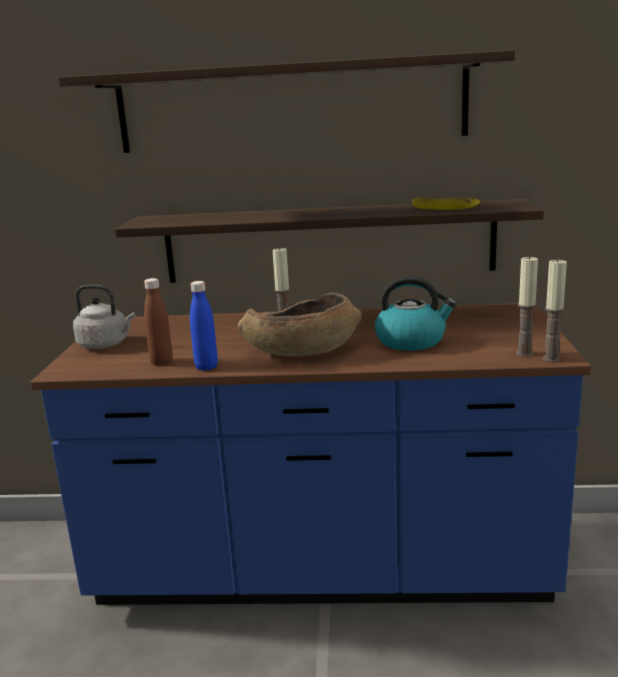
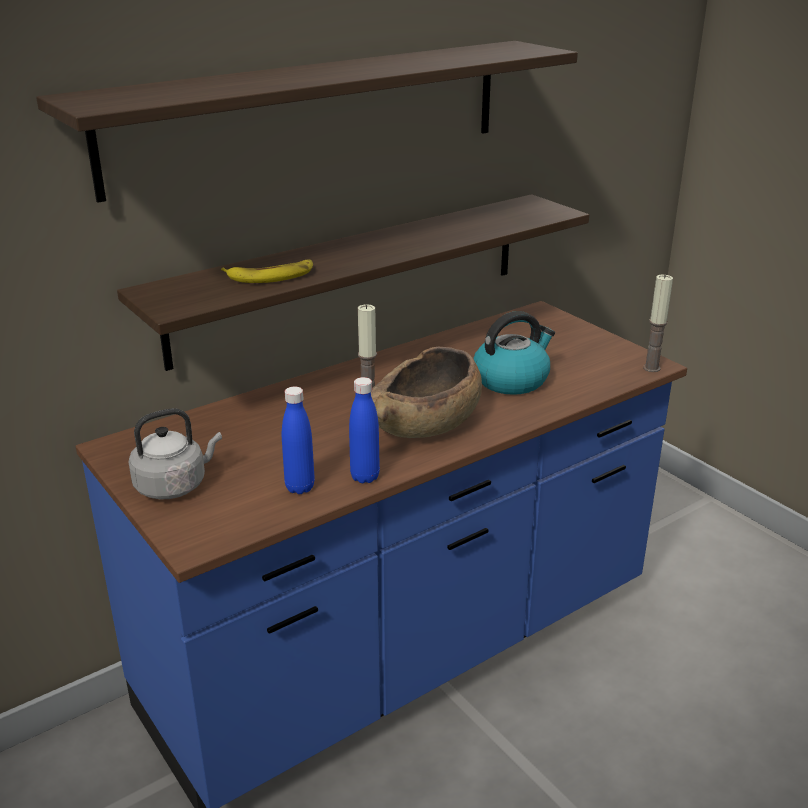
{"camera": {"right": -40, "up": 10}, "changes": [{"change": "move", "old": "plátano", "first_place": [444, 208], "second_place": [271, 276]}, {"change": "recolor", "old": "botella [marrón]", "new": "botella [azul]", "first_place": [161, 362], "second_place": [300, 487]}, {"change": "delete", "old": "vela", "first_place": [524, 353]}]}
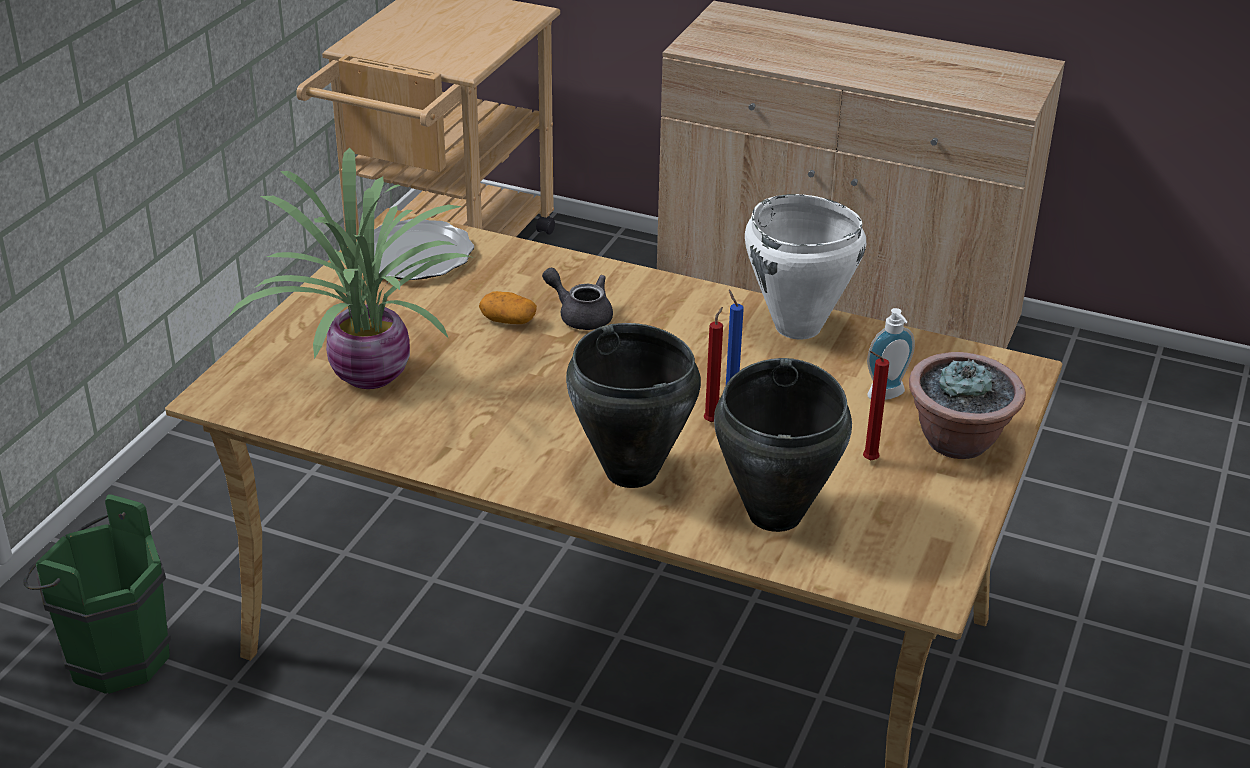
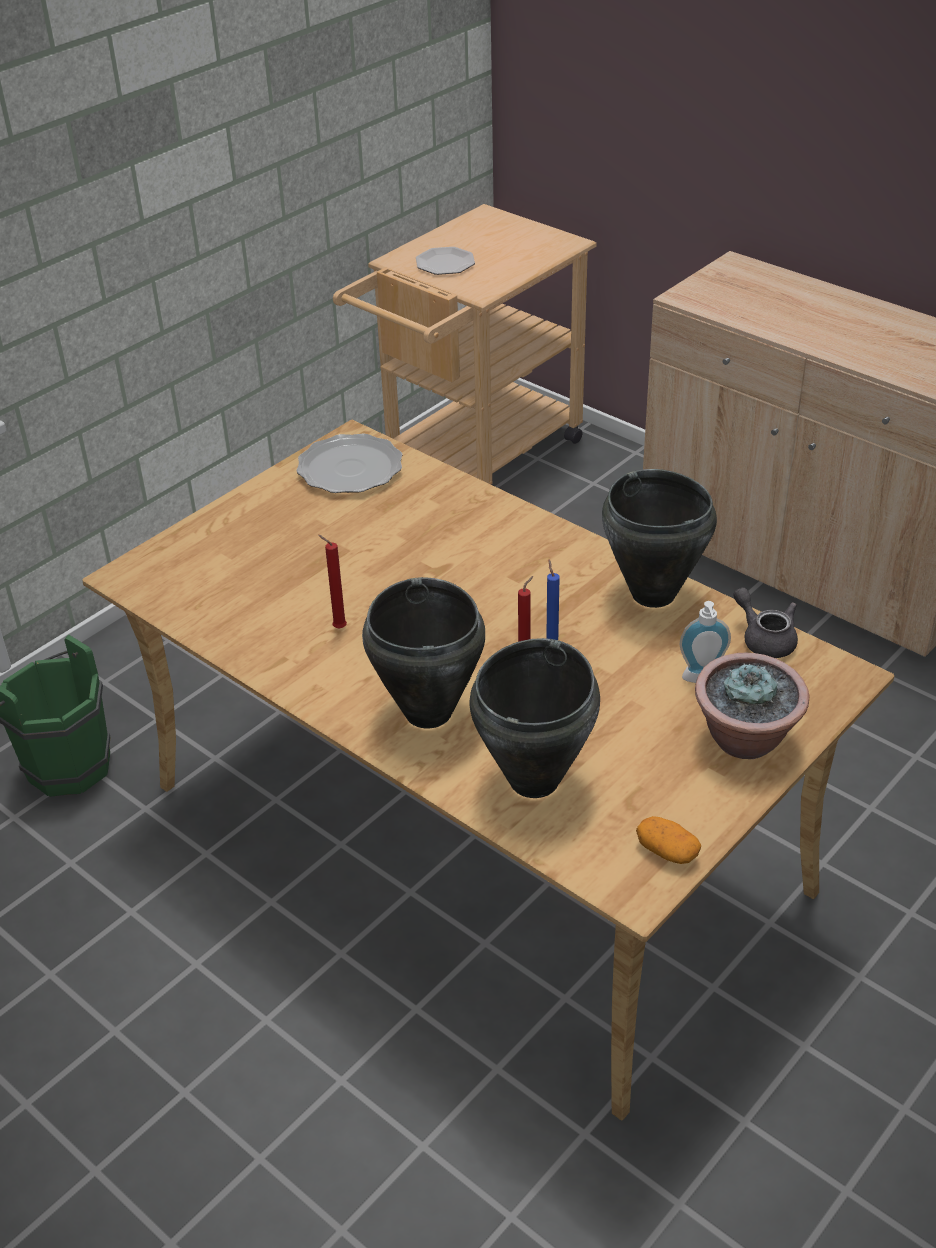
{"camera": {"right": 20, "up": 5}, "changes": [{"change": "move", "old": "vela [rojo]", "first_place": [867, 460], "second_place": [337, 628]}, {"change": "insert", "new": "plato", "second_place": [445, 264]}, {"change": "recolor", "old": "olla [blanco]", "new": "olla [negro]", "first_place": [797, 328], "second_place": [653, 595]}, {"change": "move", "old": "patata", "first_place": [508, 321], "second_place": [667, 851]}, {"change": "move", "old": "tetera [gris]", "first_place": [580, 315], "second_place": [765, 639]}, {"change": "delete", "old": "planta en maceta", "first_place": [370, 372]}]}
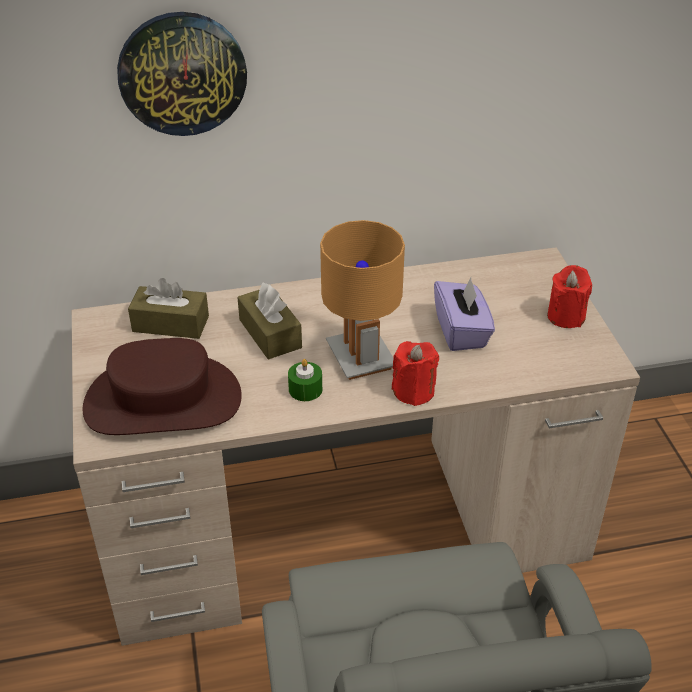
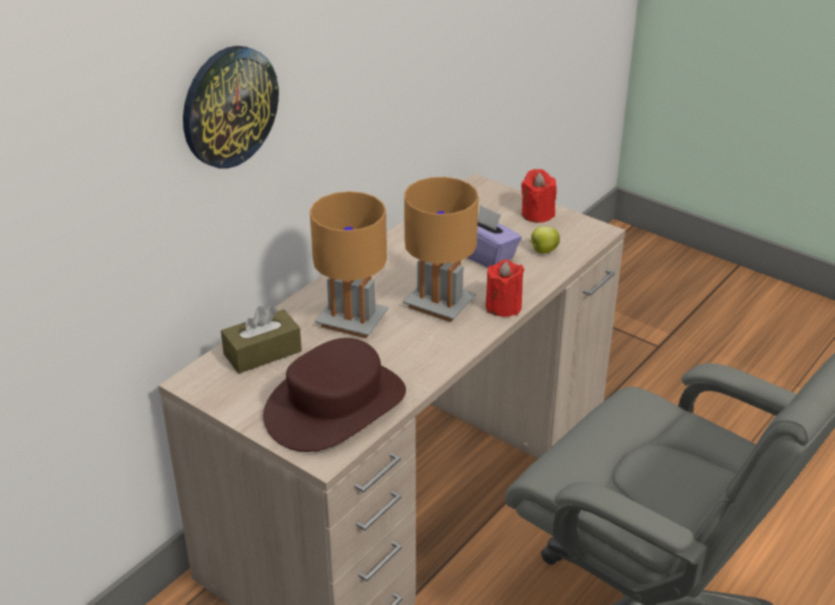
{"camera": {"right": -40, "up": -5}, "changes": [{"change": "replace", "old": "caja de pañuelos [marrón]", "new": "lámpara de mesa [marrón]", "first_place": [270, 333], "second_place": [352, 321]}, {"change": "insert", "new": "manzana", "second_place": [543, 251]}, {"change": "delete", "old": "vela [verde]", "first_place": [305, 389]}]}
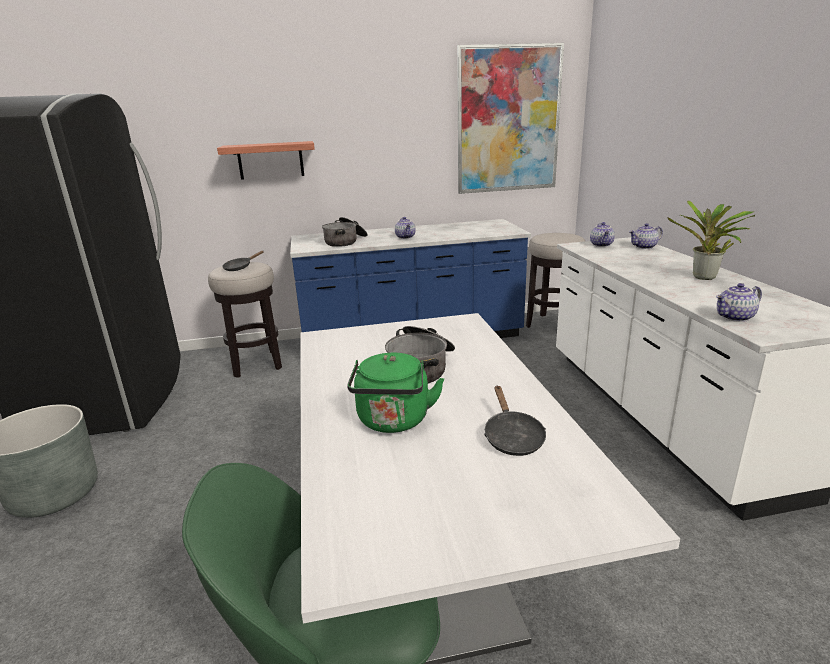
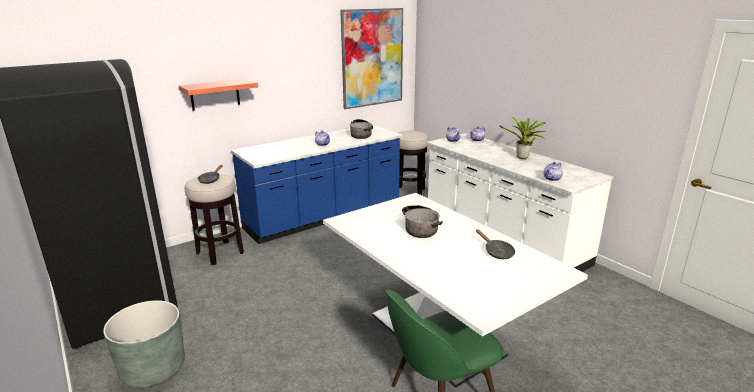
{"camera": {"right": -25, "up": 0}, "changes": [{"change": "move", "old": "olla", "first_place": [345, 241], "second_place": [361, 135]}, {"change": "delete", "old": "hervidor [verde]", "first_place": [393, 422]}]}
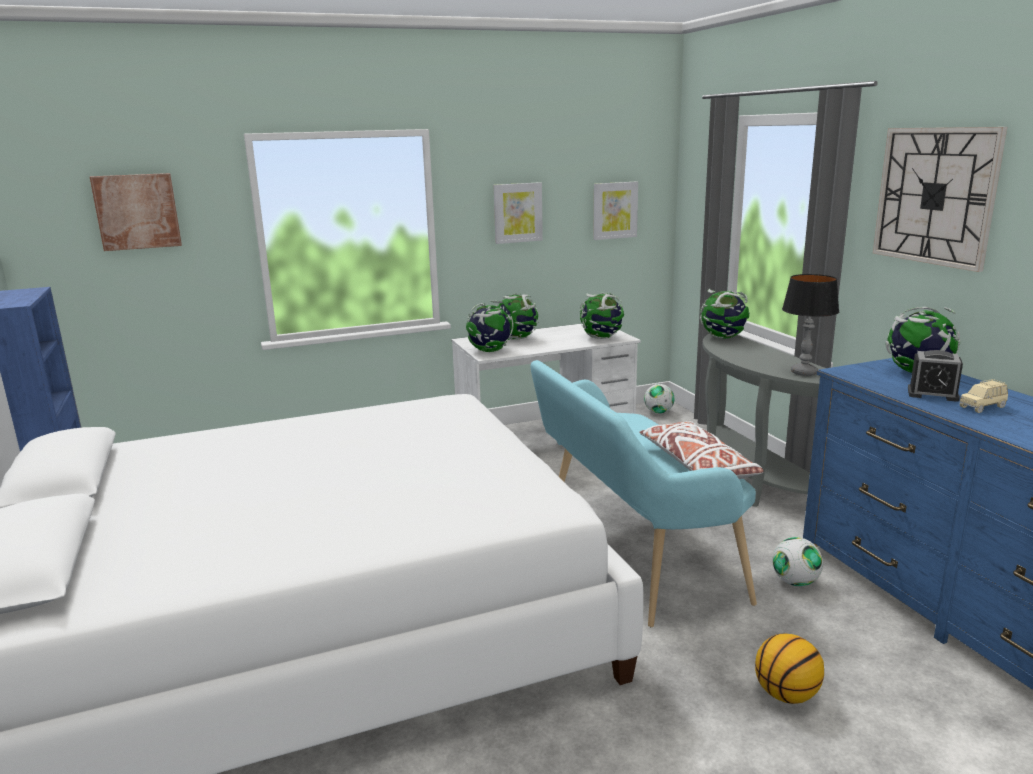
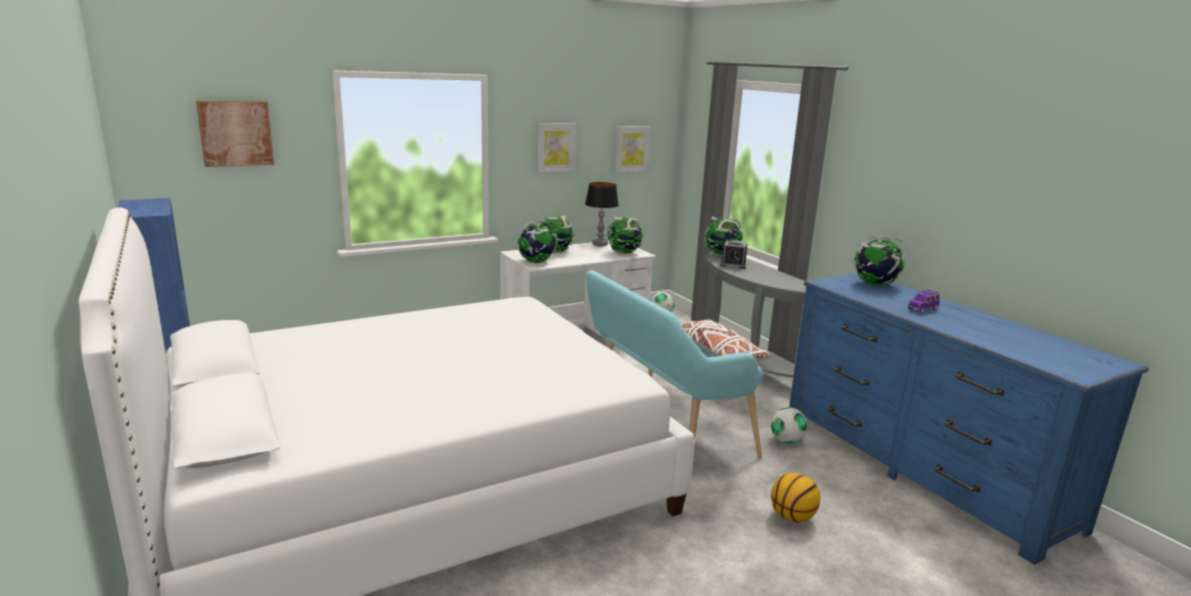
{"camera": {"right": -10, "up": 0}, "changes": [{"change": "move", "old": "lámpara de mesa", "first_place": [803, 372], "second_place": [600, 244]}, {"change": "move", "old": "despertador", "first_place": [932, 394], "second_place": [733, 265]}, {"change": "recolor", "old": "coche de juguete [beis]", "new": "coche de juguete [morado]", "first_place": [982, 407], "second_place": [923, 309]}, {"change": "delete", "old": "reloj de pared", "first_place": [935, 196]}]}
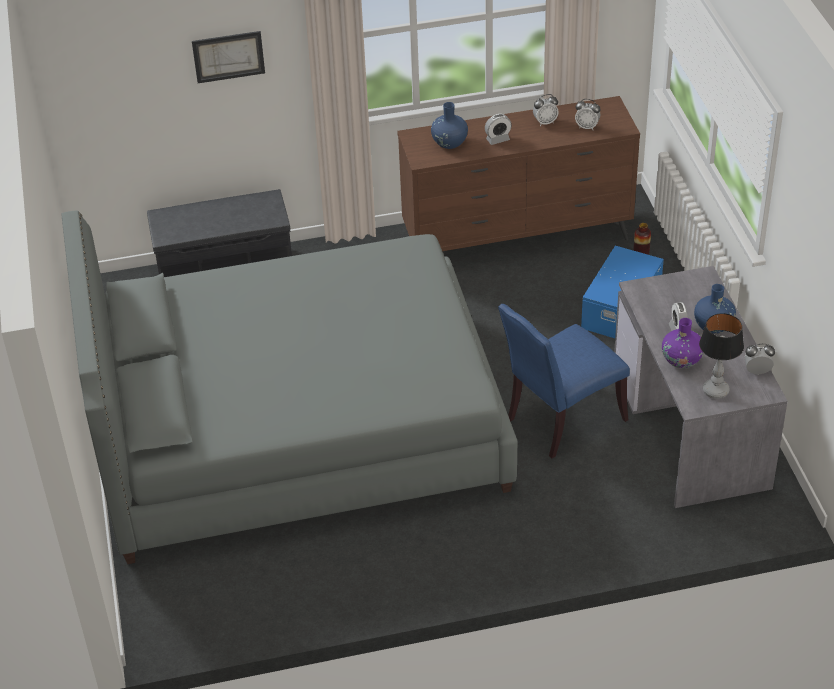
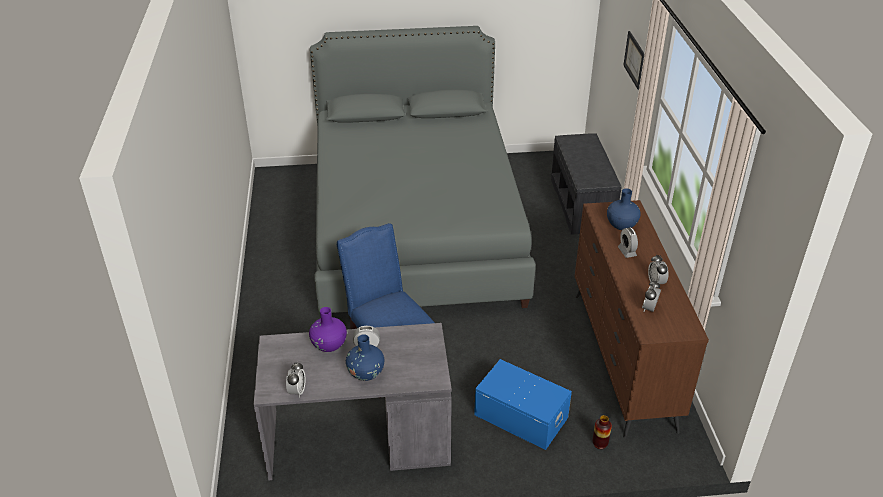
{"camera": {"right": 95, "up": -5}, "changes": [{"change": "delete", "old": "lámpara de mesa", "first_place": [716, 390]}]}
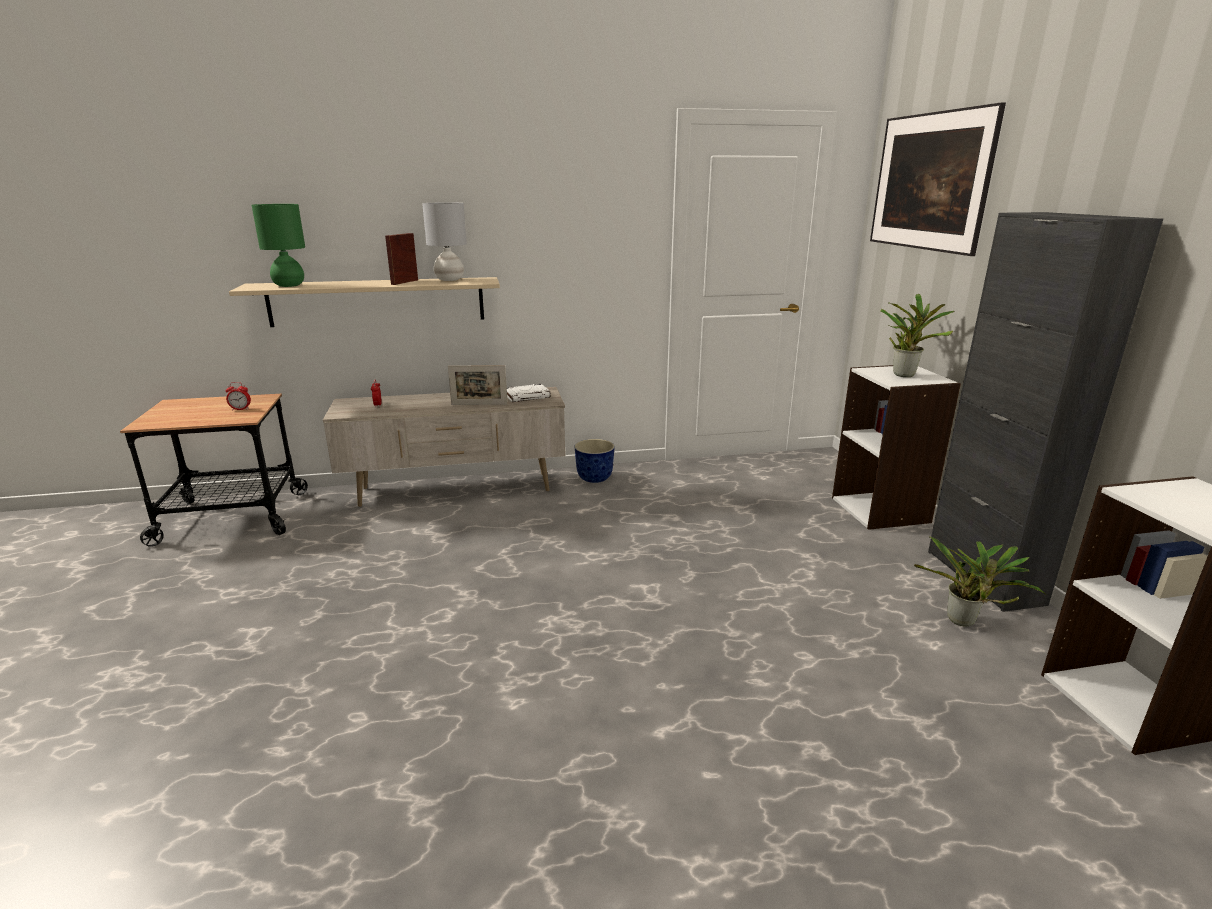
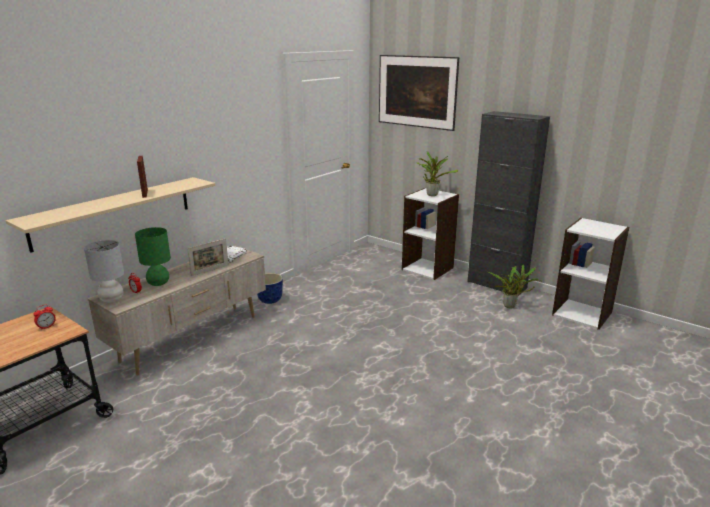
{"camera": {"right": -40, "up": 0}, "changes": [{"change": "move", "old": "lámpara de mesa [gris]", "first_place": [449, 280], "second_place": [111, 299]}, {"change": "move", "old": "lámpara de mesa [verde]", "first_place": [289, 285], "second_place": [158, 283]}]}
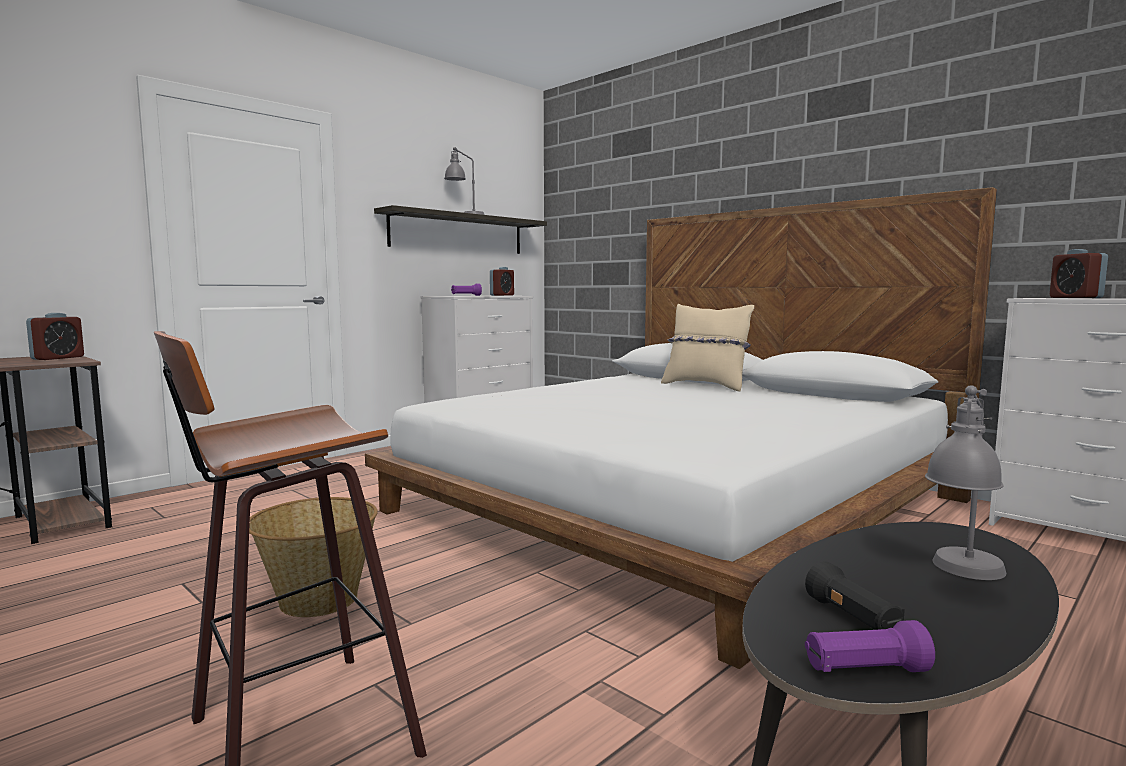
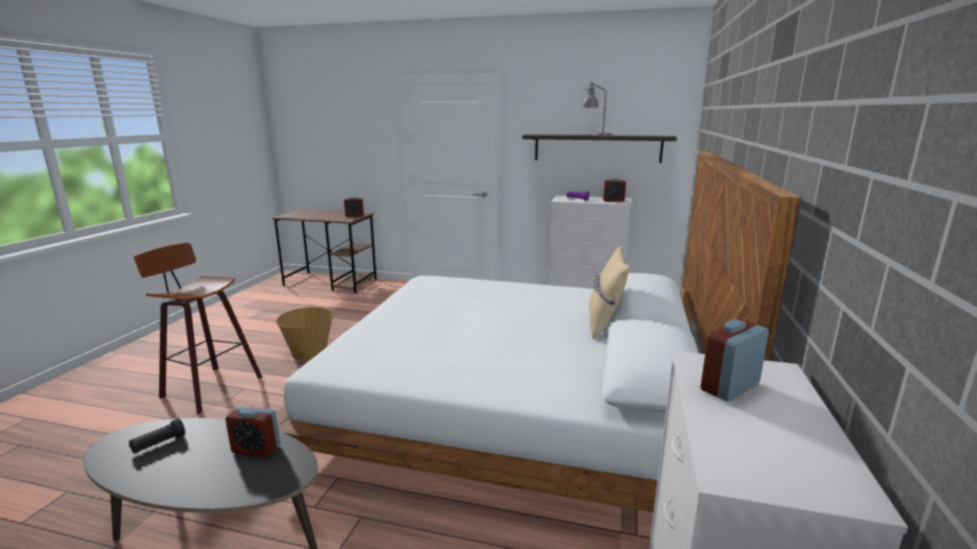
{"camera": {"right": 60, "up": 10}, "changes": [{"change": "insert", "new": "despertador", "second_place": [256, 449]}, {"change": "delete", "old": "linterna [morado]", "first_place": [865, 670]}, {"change": "delete", "old": "lámpara de mesa [gris]", "first_place": [963, 575]}]}
